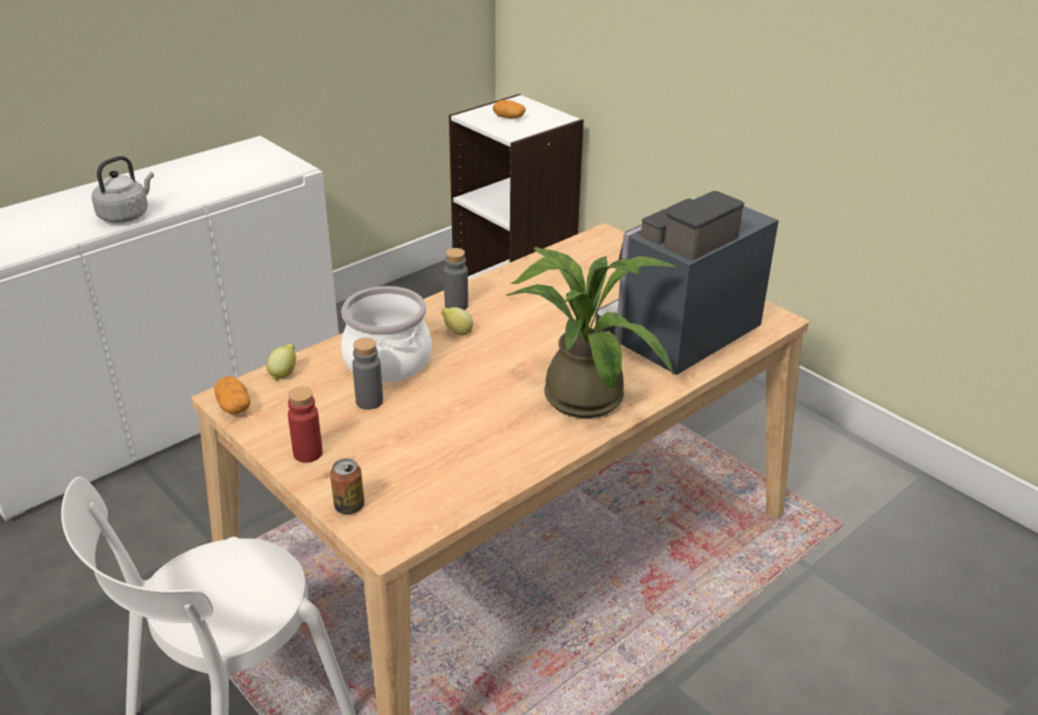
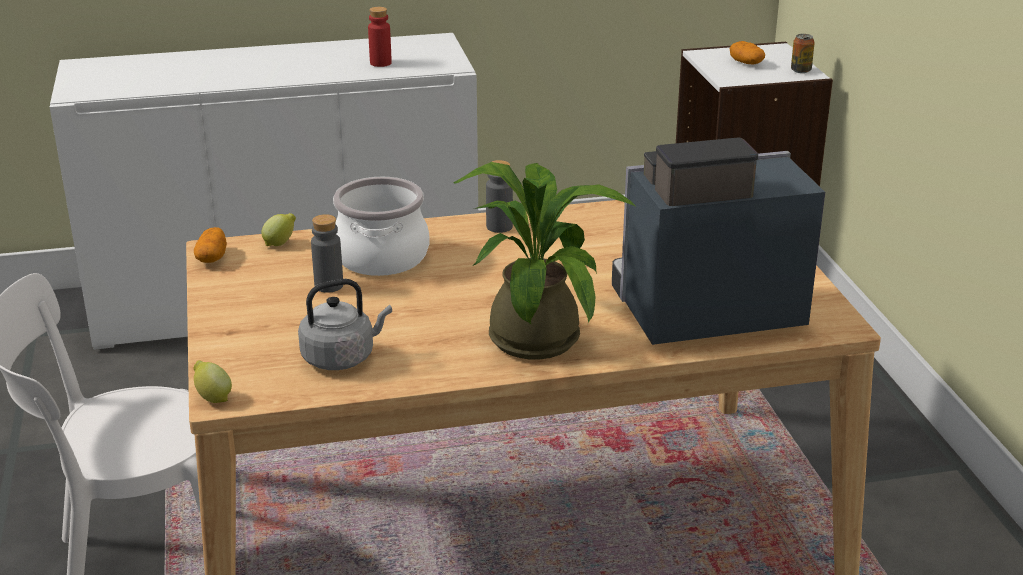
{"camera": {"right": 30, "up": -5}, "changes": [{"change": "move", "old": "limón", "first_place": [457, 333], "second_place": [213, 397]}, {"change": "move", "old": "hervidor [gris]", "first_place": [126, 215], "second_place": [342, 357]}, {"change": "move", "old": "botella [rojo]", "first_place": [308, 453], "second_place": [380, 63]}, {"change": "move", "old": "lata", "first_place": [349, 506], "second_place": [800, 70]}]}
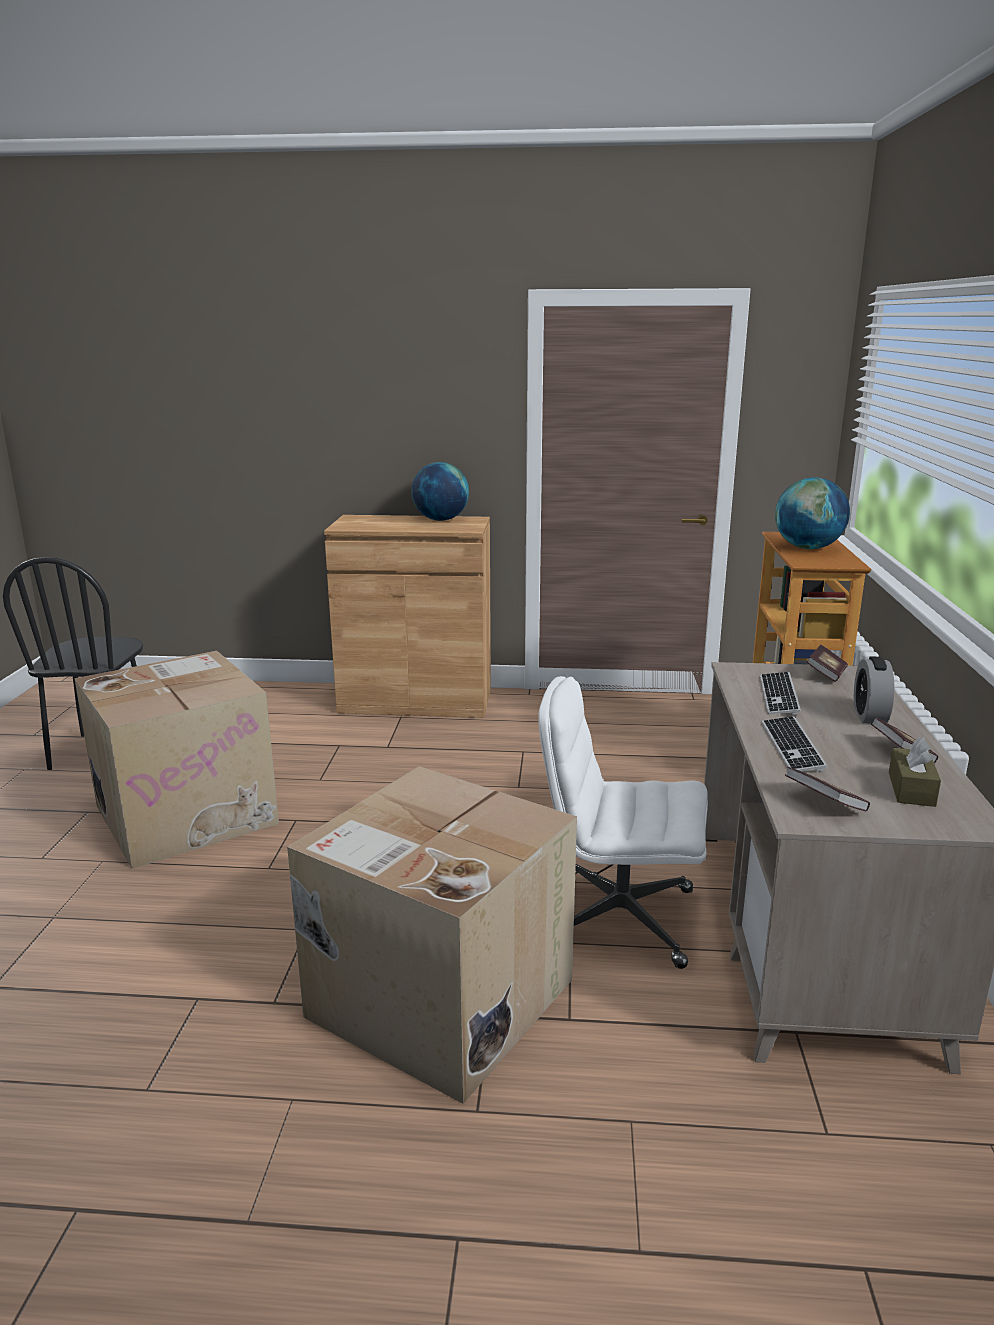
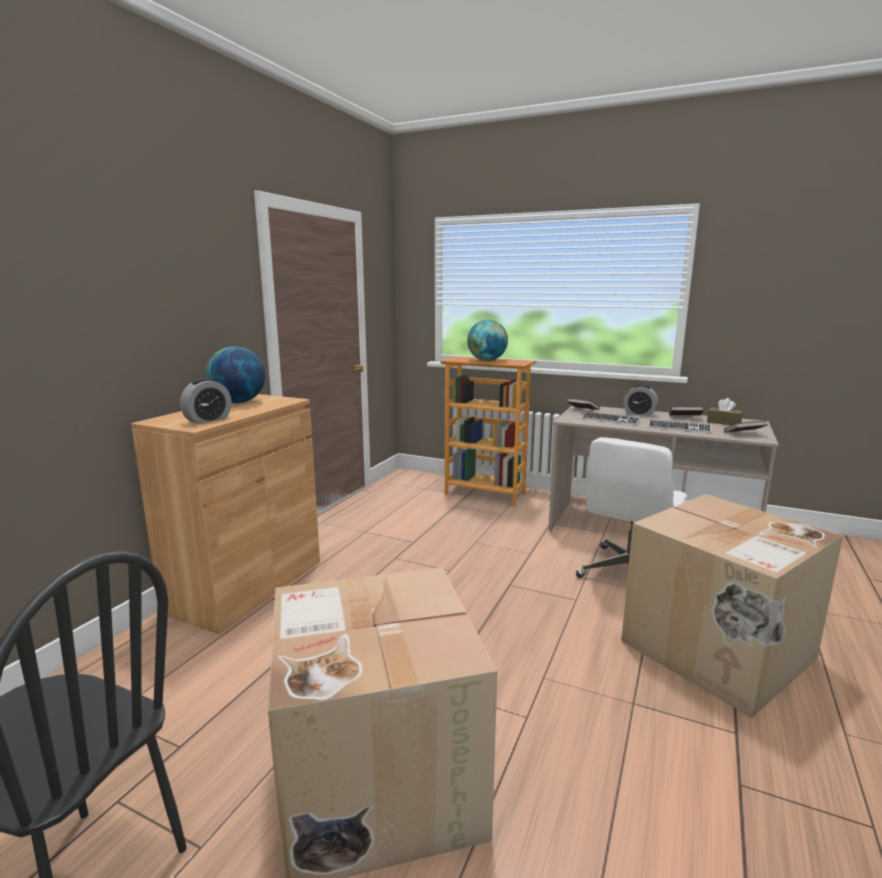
{"camera": {"right": -70, "up": -5}, "changes": [{"change": "insert", "new": "despertador", "second_place": [208, 420]}]}
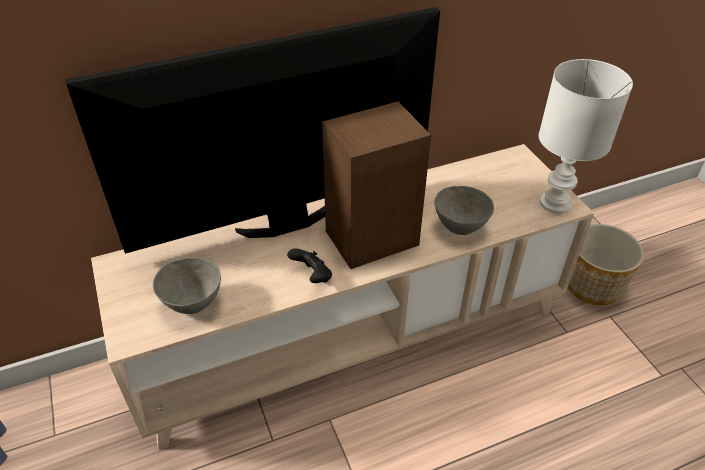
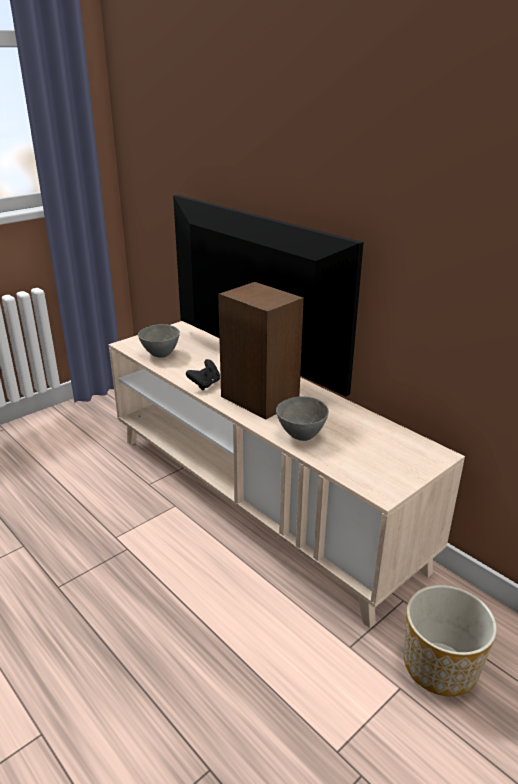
{"camera": {"right": 70, "up": -15}, "changes": [{"change": "delete", "old": "lámpara de mesa [blanco]", "first_place": [554, 204]}]}
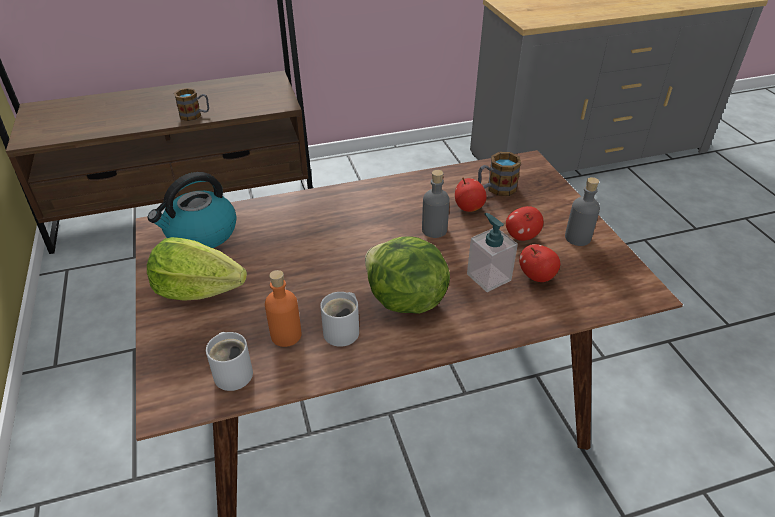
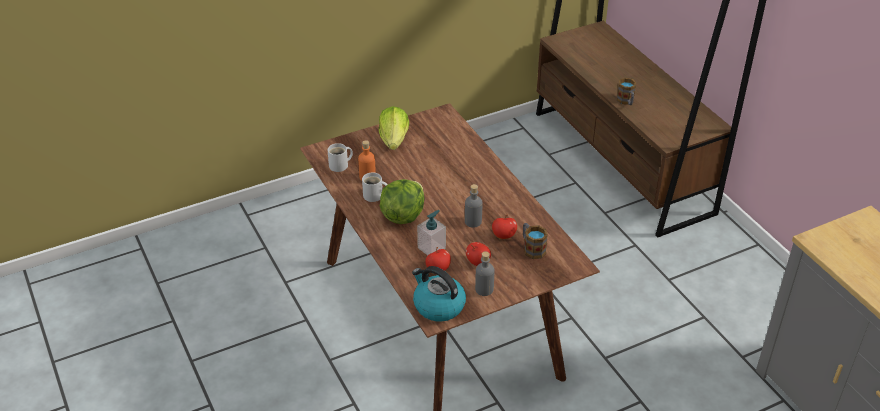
{"camera": {"right": 80, "up": 0}, "changes": [{"change": "move", "old": "hervidor", "first_place": [201, 234], "second_place": [438, 306]}]}
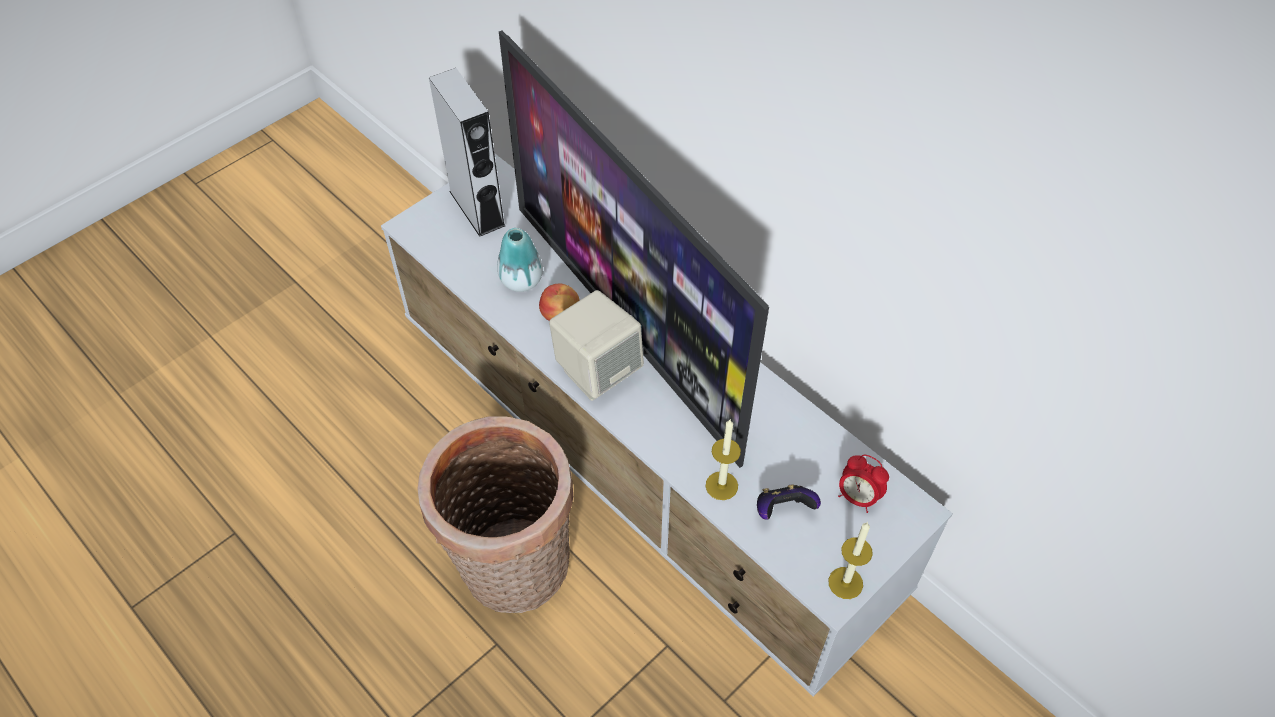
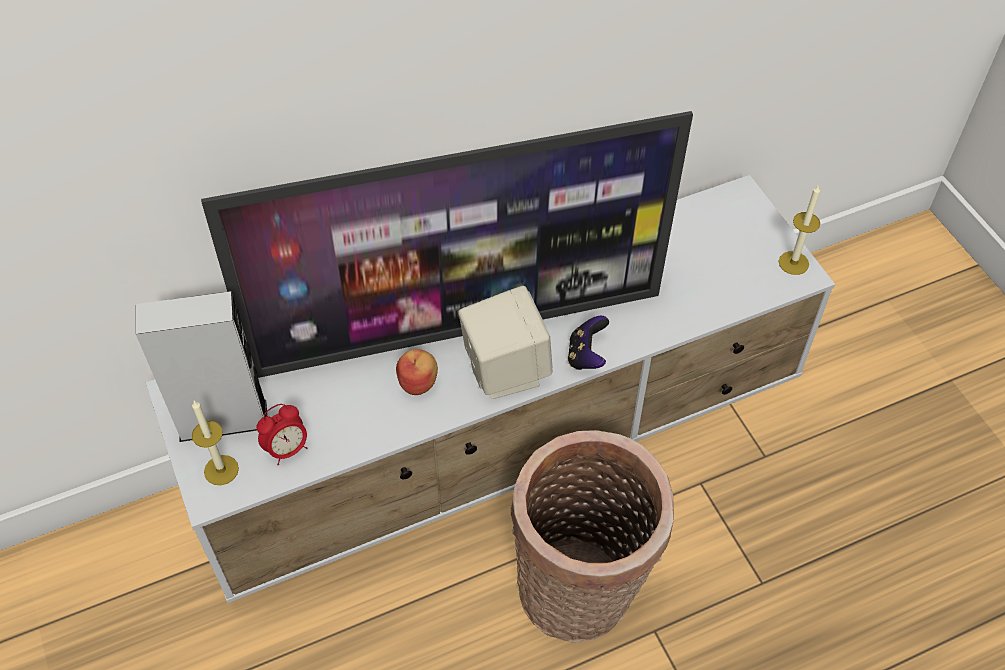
{"camera": {"right": -70, "up": 0}, "changes": [{"change": "move", "old": "vela", "first_place": [721, 485], "second_place": [221, 470]}, {"change": "move", "old": "despertador", "first_place": [857, 497], "second_place": [287, 449]}, {"change": "move", "old": "mando de consola", "first_place": [783, 510], "second_place": [586, 356]}, {"change": "delete", "old": "florero", "first_place": [521, 280]}]}
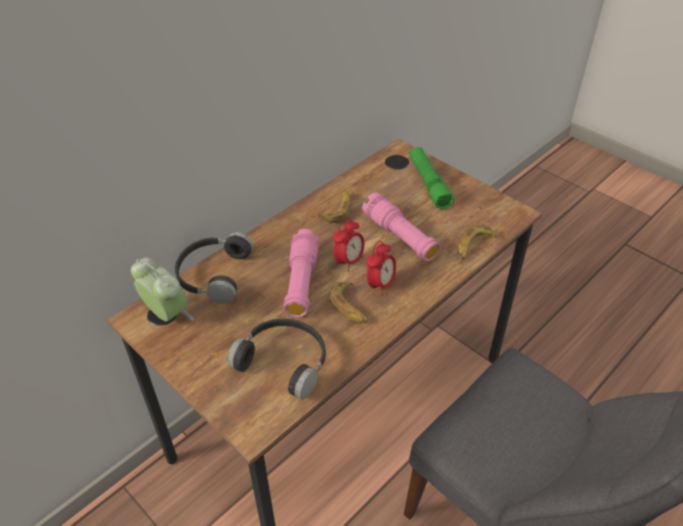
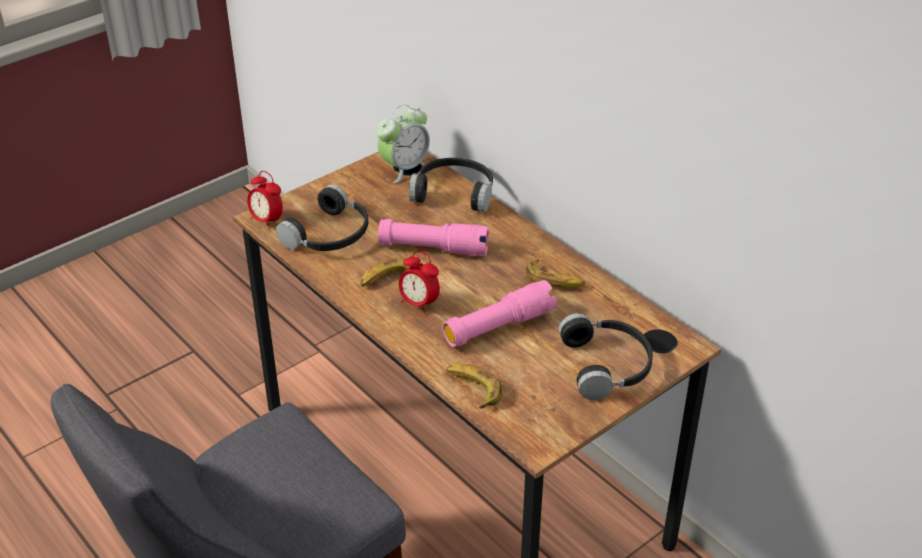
{"camera": {"right": 95, "up": -5}, "changes": [{"change": "move", "old": "despertador", "first_place": [349, 261], "second_place": [267, 221]}, {"change": "replace", "old": "linterna [verde]", "new": "auriculares [negro]", "first_place": [428, 183], "second_place": [608, 365]}]}
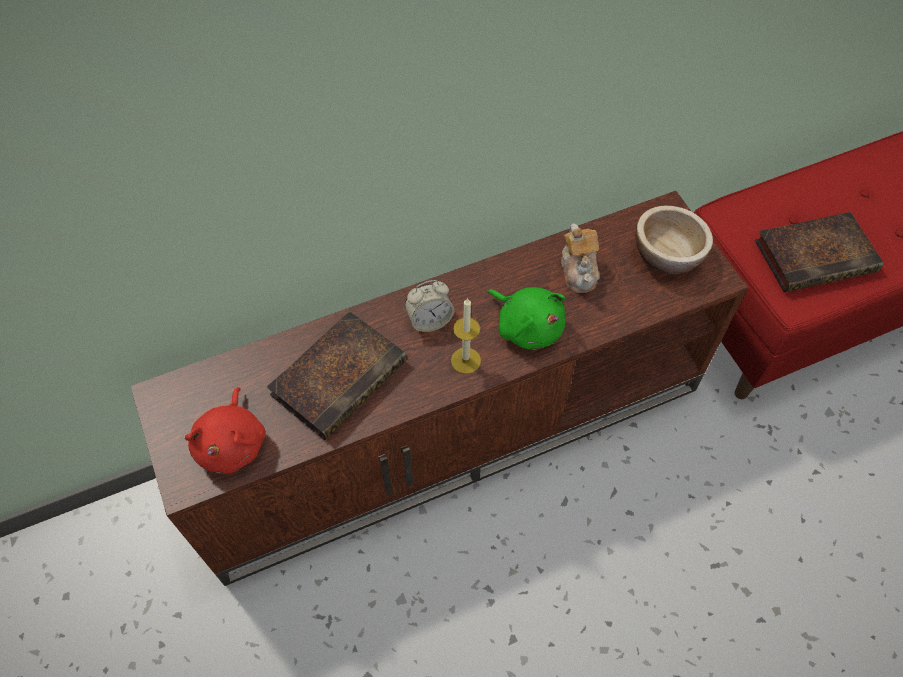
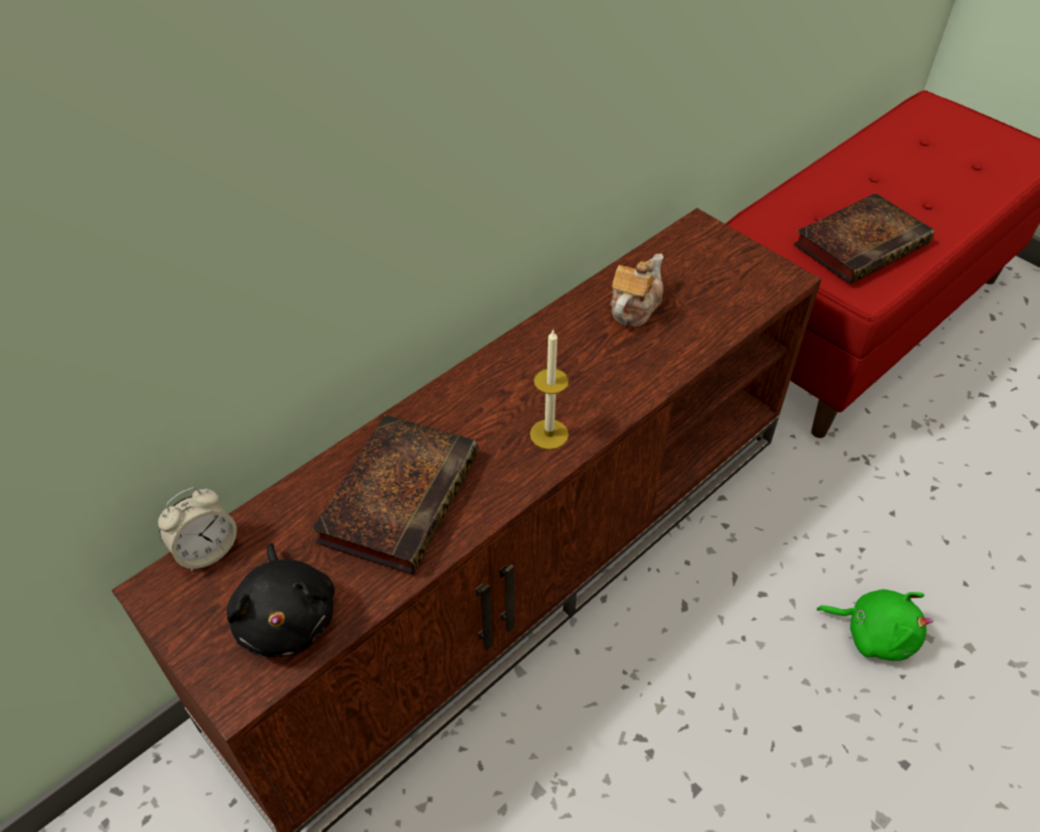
{"camera": {"right": -20, "up": -10}, "changes": [{"change": "move", "old": "despertador", "first_place": [429, 320], "second_place": [206, 550]}, {"change": "recolor", "old": "peluche [rojo]", "new": "peluche [negro]", "first_place": [232, 443], "second_place": [287, 617]}, {"change": "rotate", "old": "tetera", "first_place": [579, 270], "second_place": [634, 307], "degrees": -120}, {"change": "move", "old": "peluche [verde]", "first_place": [527, 326], "second_place": [874, 634]}, {"change": "delete", "old": "cuenco", "first_place": [667, 254]}]}
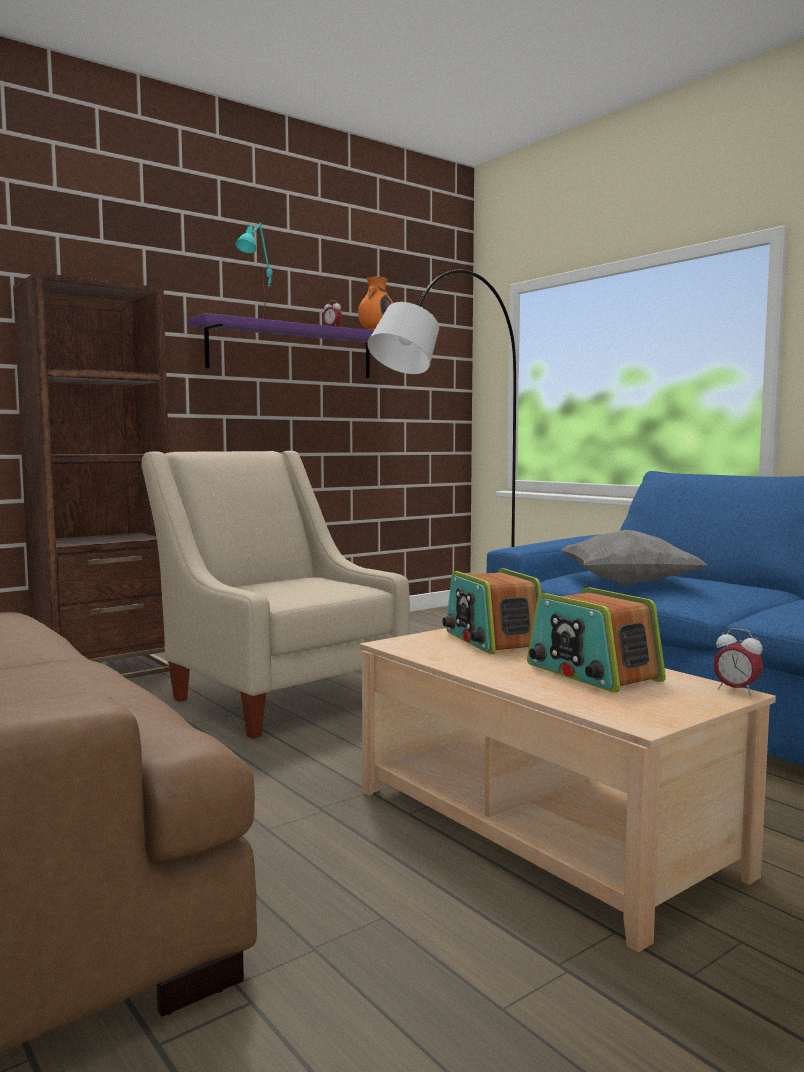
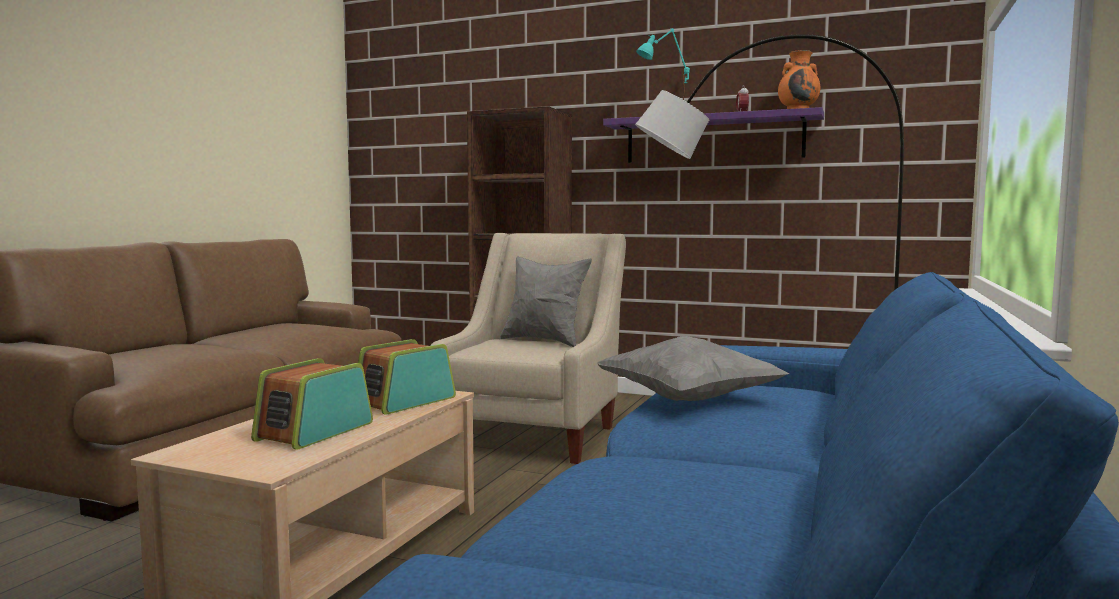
{"camera": {"right": 60, "up": 0}, "changes": [{"change": "insert", "new": "cojín [gris]", "second_place": [544, 341]}, {"change": "delete", "old": "despertador", "first_place": [736, 690]}]}
